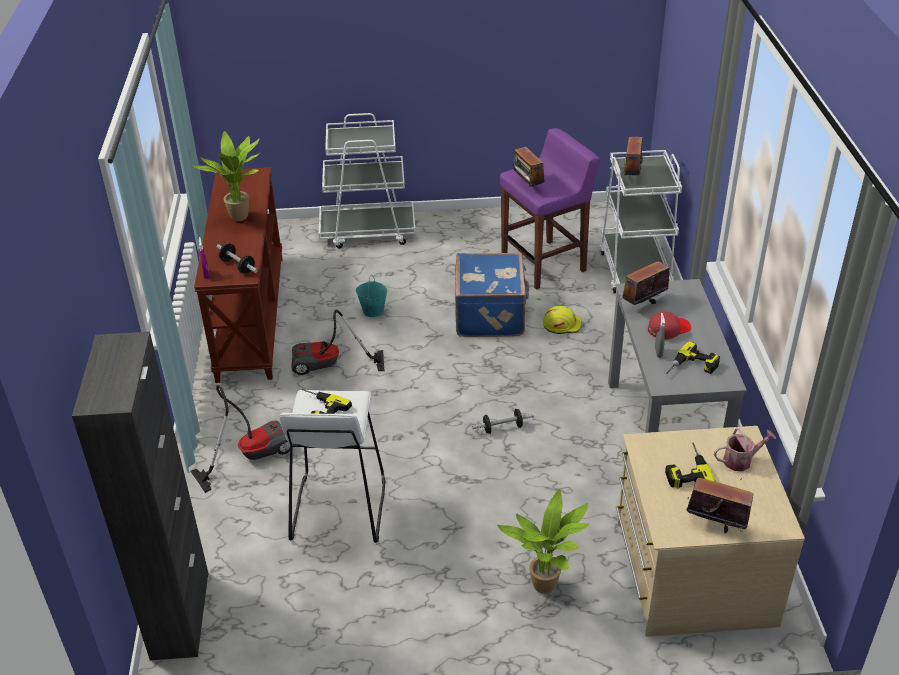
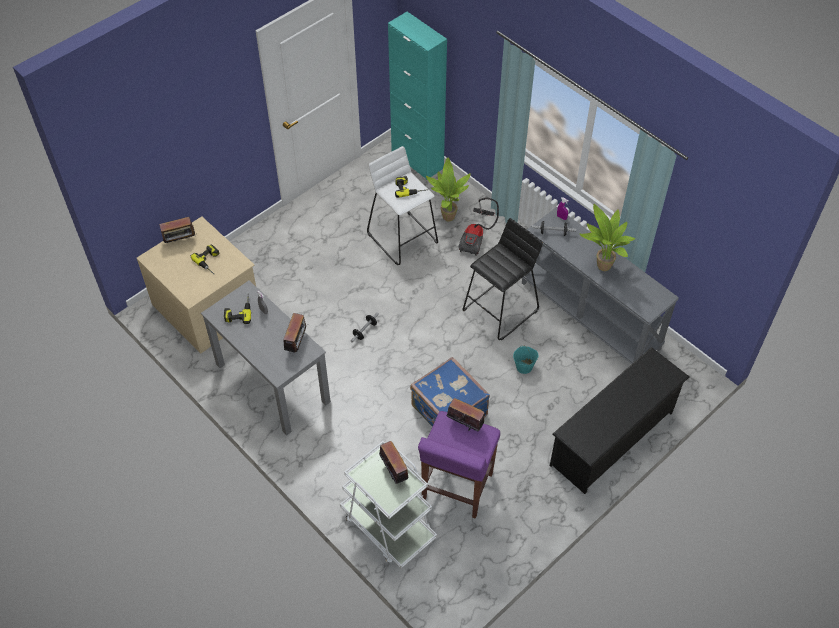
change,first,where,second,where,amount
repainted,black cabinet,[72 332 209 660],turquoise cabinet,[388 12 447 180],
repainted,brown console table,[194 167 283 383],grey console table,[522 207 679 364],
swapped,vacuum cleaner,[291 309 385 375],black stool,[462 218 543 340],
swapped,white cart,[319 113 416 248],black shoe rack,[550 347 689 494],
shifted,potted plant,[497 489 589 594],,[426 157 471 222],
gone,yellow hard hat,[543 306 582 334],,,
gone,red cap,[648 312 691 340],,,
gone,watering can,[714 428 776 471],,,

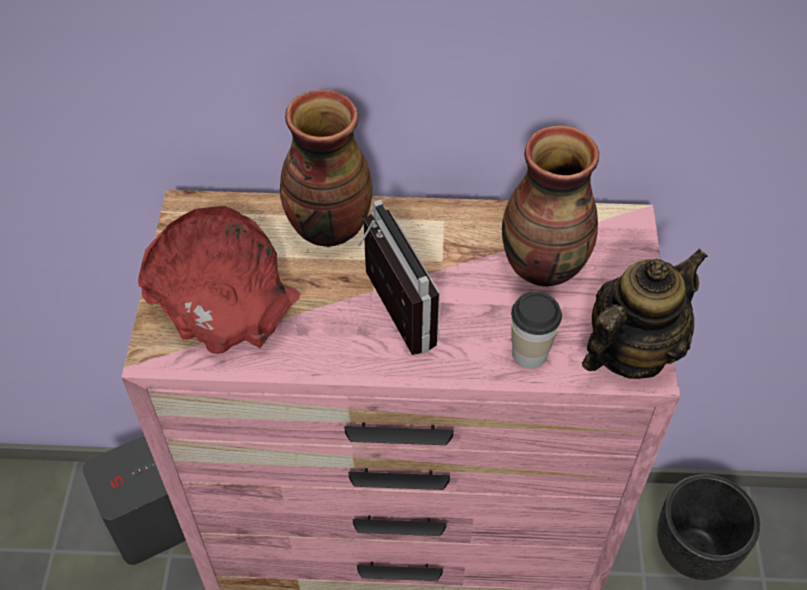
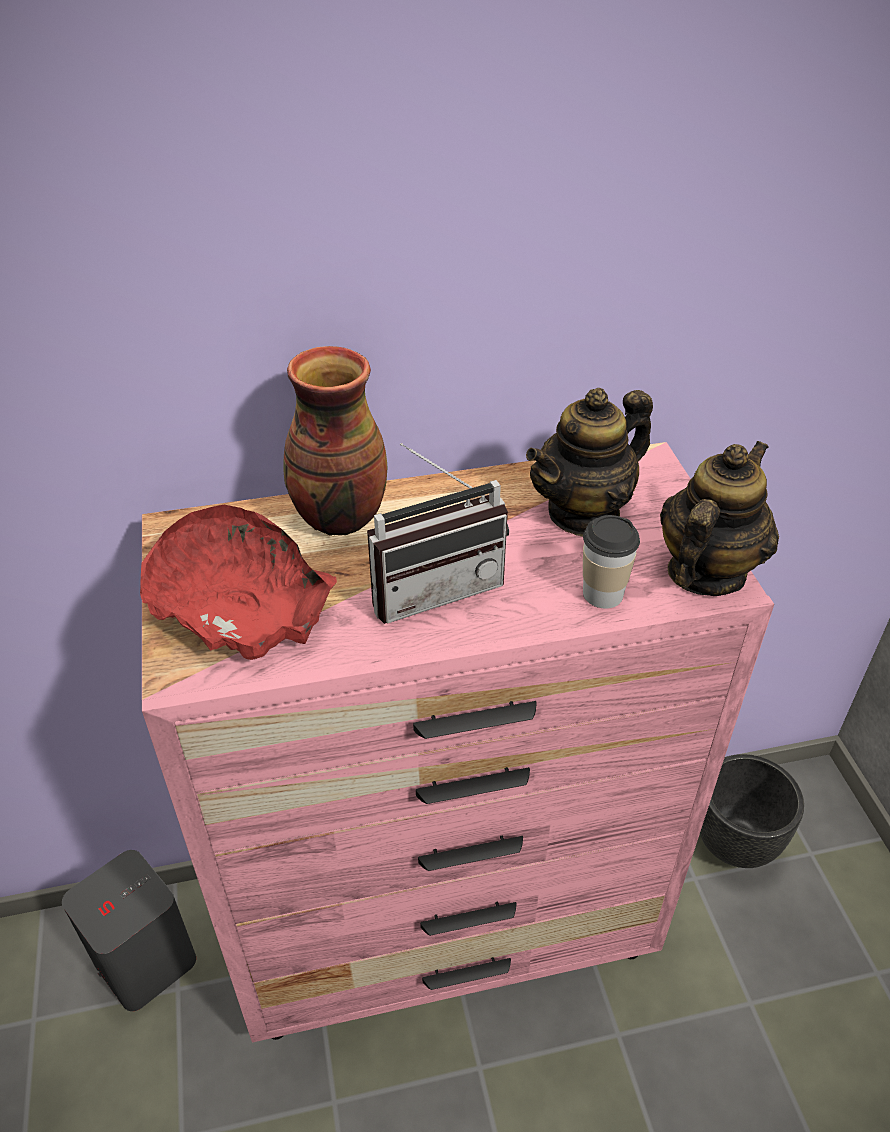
change,first,where,second,where,amount
rotated,radio,[358 200 440 355],,[367 443 509 624],105 degrees clockwise
swapped,vase,[502 125 599 287],teapot,[526 388 653 537],

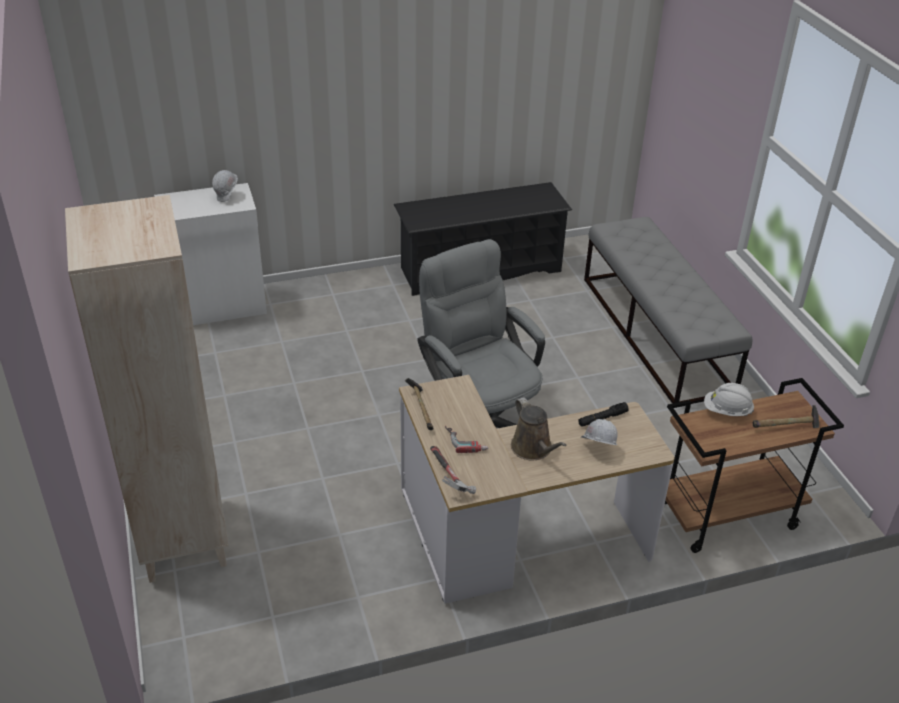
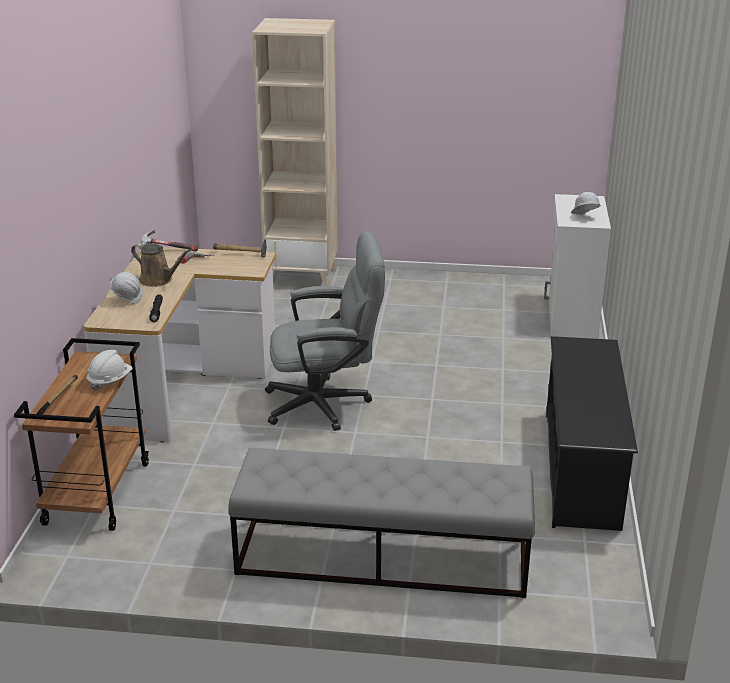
change,first,where,second,where,amount
rotated,brown watering can,[511 397 566 460],,[131 243 191 287],150 degrees counterclockwise

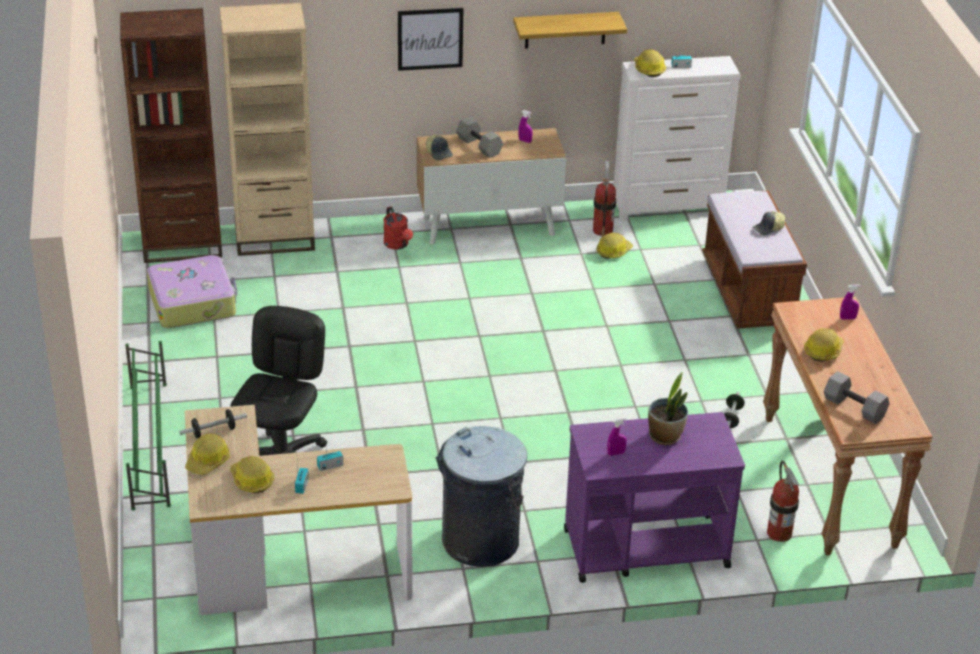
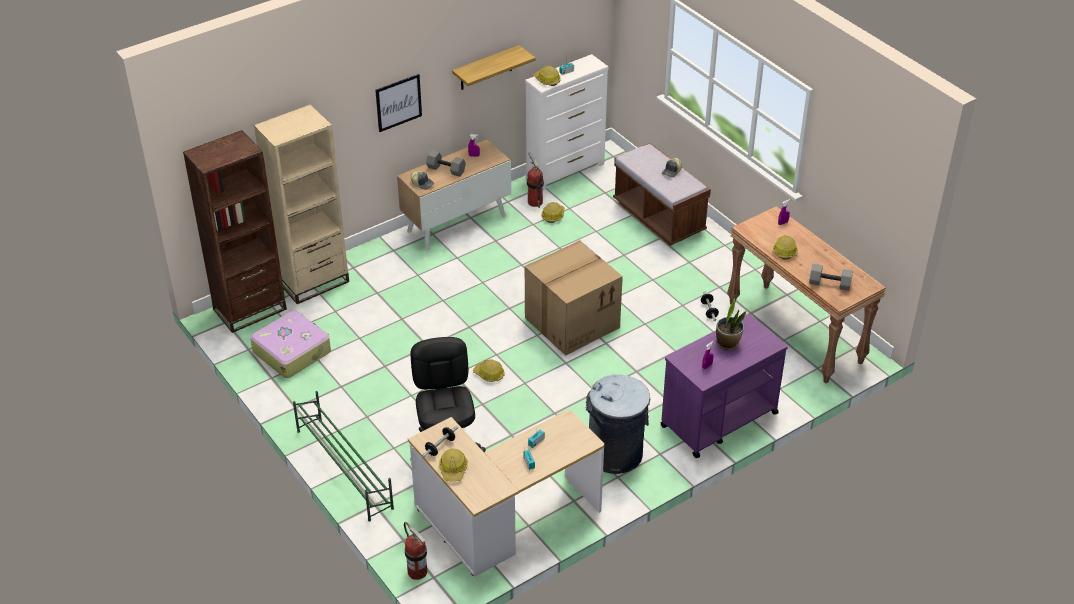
change,first,where,second,where,amount
shifted,hard hat,[230 456 274 493],,[473 359 505 382],
gone,red watering can,[383 206 413 249],,,
shifted,fire extinguisher,[767 460 799 542],,[404 522 427 580],
new,,,cardboard box,[525 240 623 356],

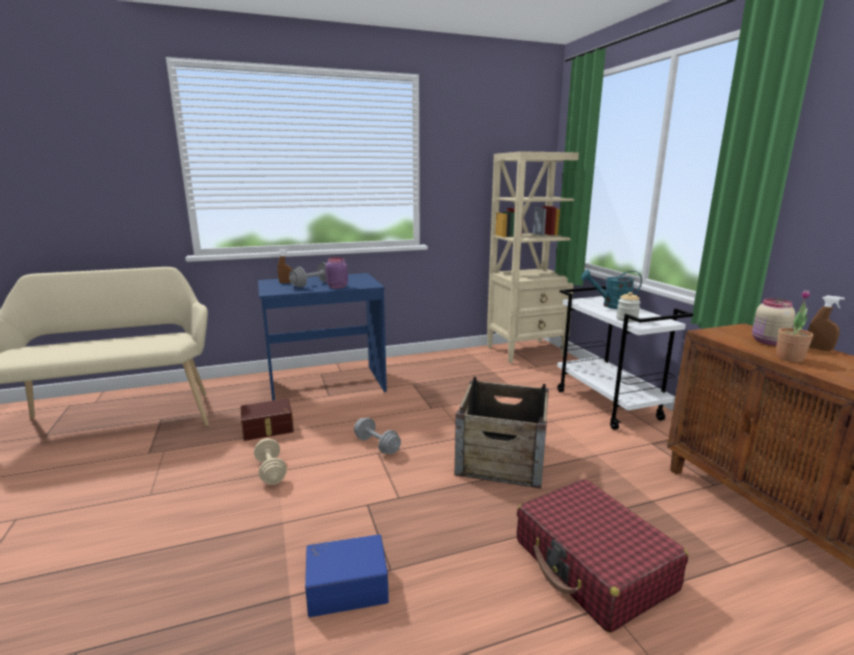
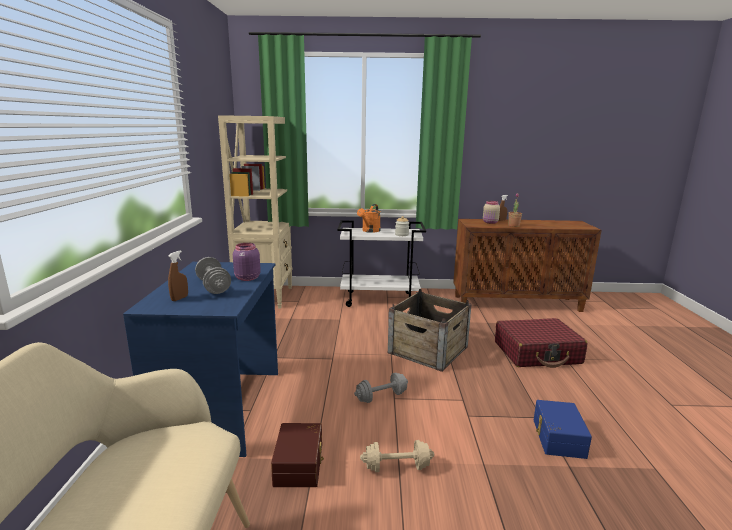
change,first,where,second,where,amount
repainted,turquoise watering can,[581 270 642 309],orange watering can,[357 204 381 233],

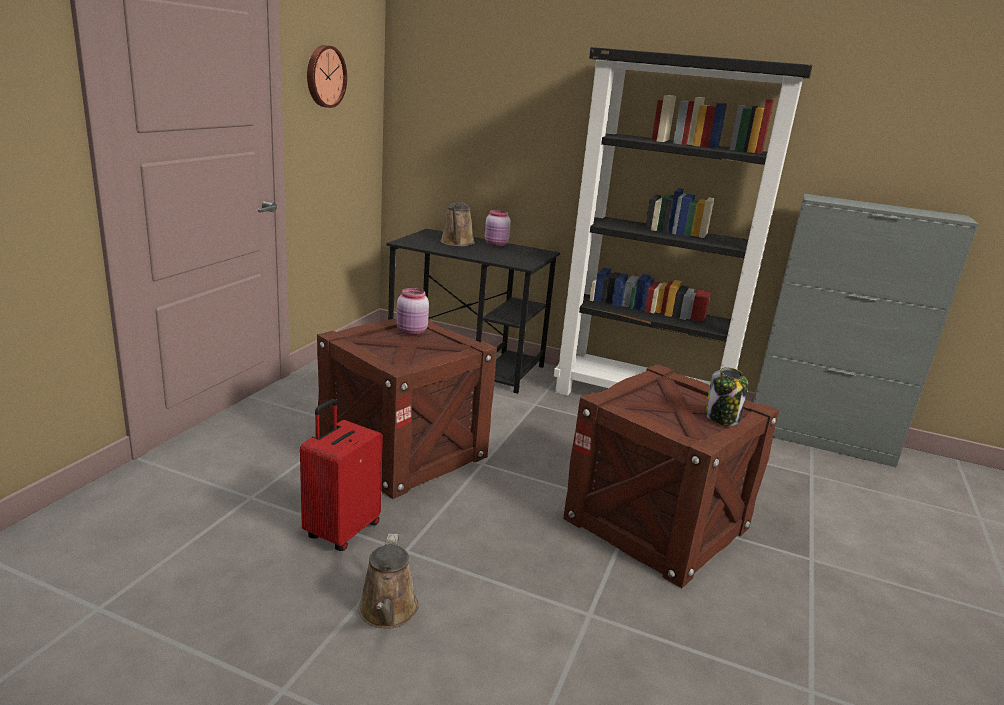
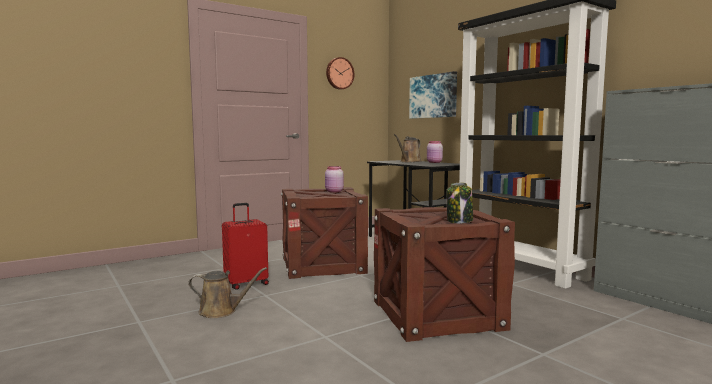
change,first,where,second,where,amount
rotated,brown watering can,[358 534 419 629],,[188 267 267 318],120 degrees counterclockwise
new,,,picture,[409 71 457 119],

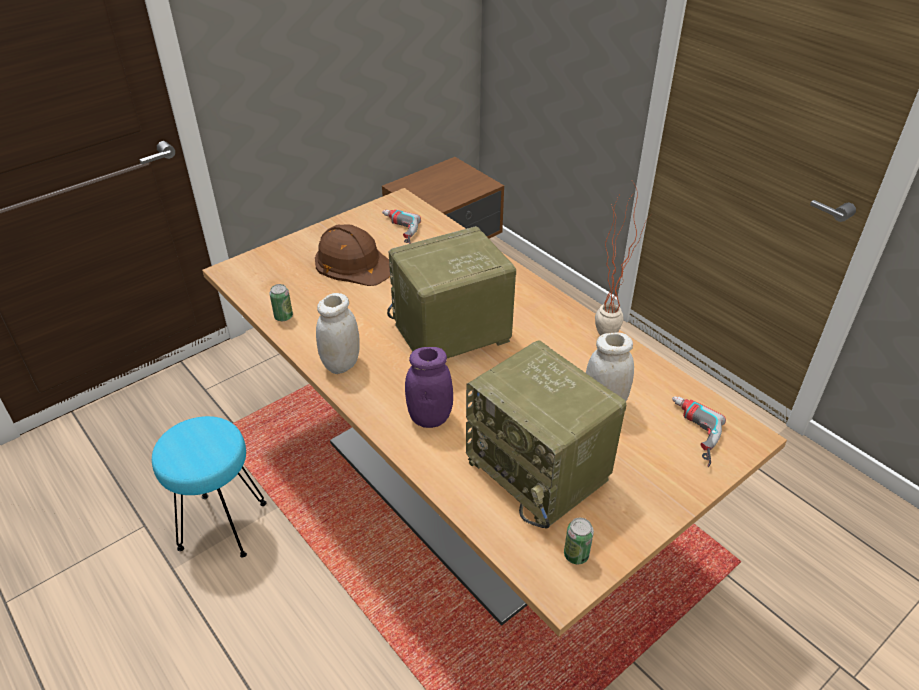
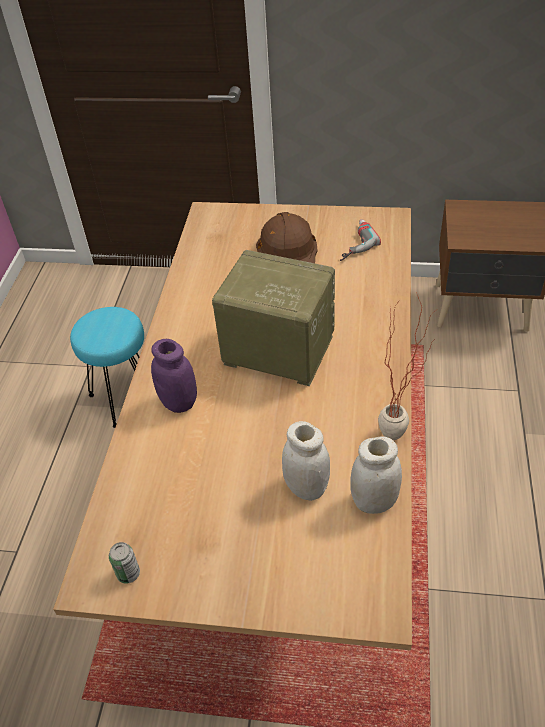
change,first,where,second,where,amount
gone,can,[269 284 293 321],,,
shifted,white jar,[316 293 360 374],,[350 437 402 514],
gone,radio,[466 341 627 529],,,
gone,power drill,[672 396 726 467],,,

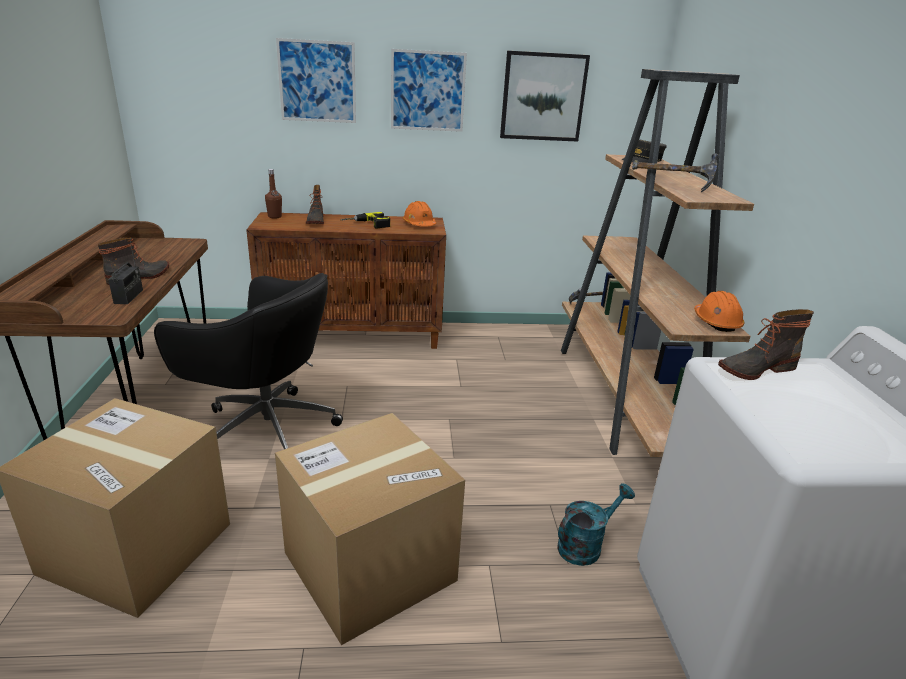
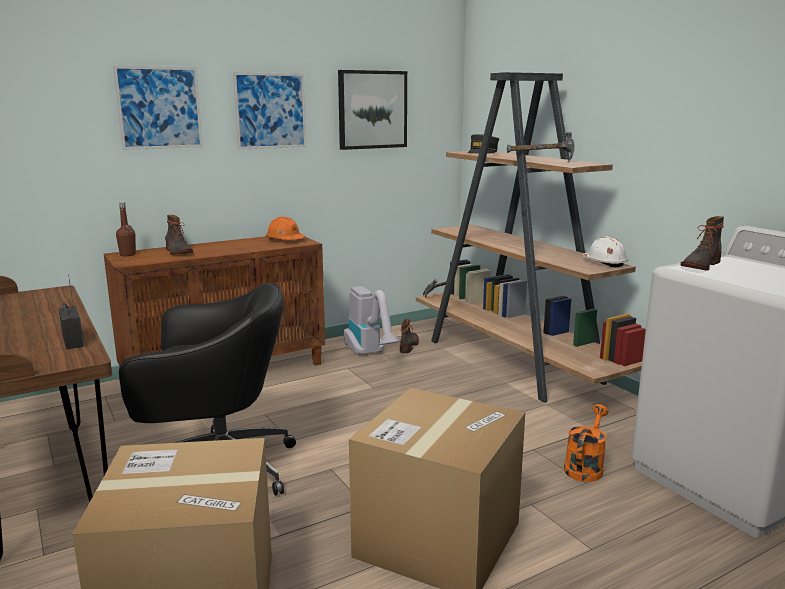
change,first,where,second,where,amount
shifted,boot,[98 237 169 285],,[400 319 419 353],
gone,power drill,[341 212 390 229],,,
repainted,turquoise watering can,[557 483 635 566],orange watering can,[564 404 609 482],
repainted,orange hard hat,[694 291 745 332],white hard hat,[583 237 628 267],
new,,,vacuum cleaner,[344 286 400 355],

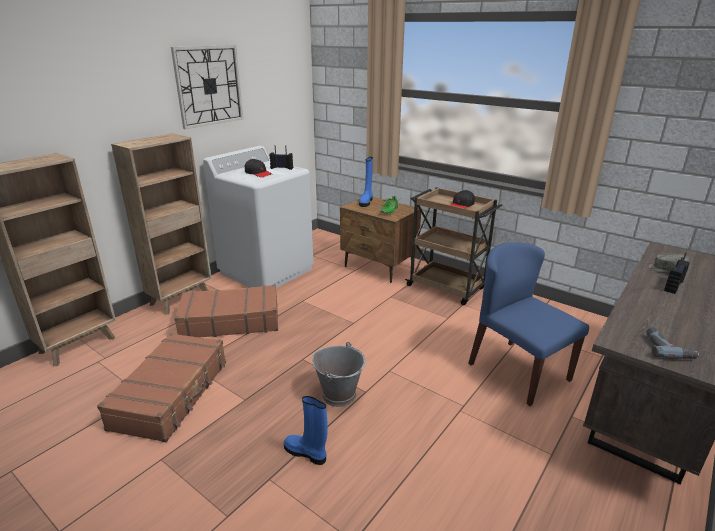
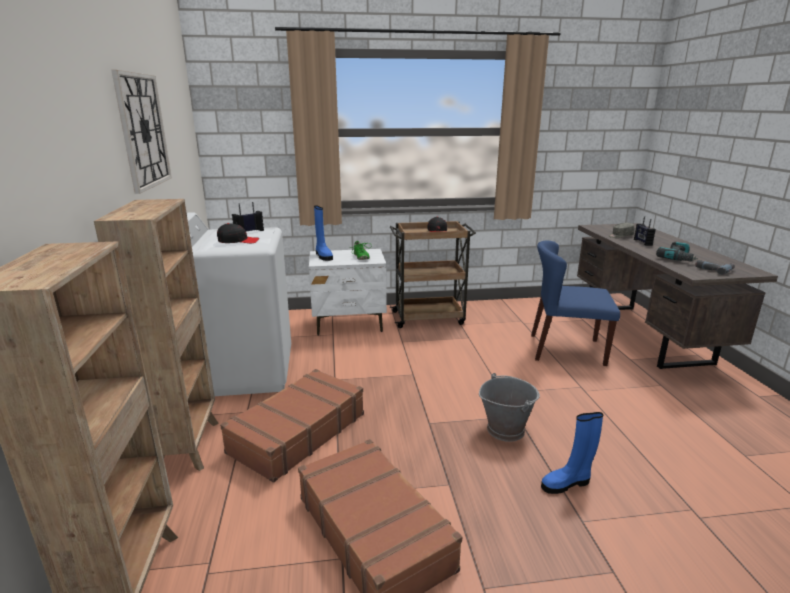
change,first,where,second,where,amount
repainted,brown nightstand,[340 197 421 283],white nightstand,[309 249 387 336],
new,,,power drill,[656 241 698 261],

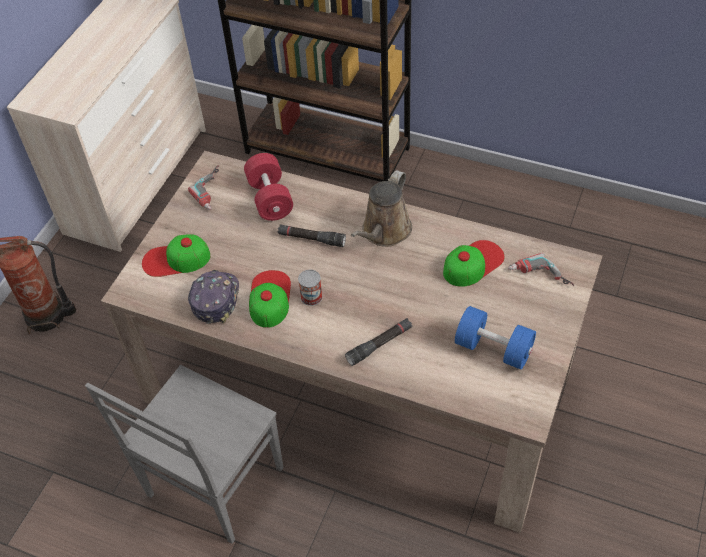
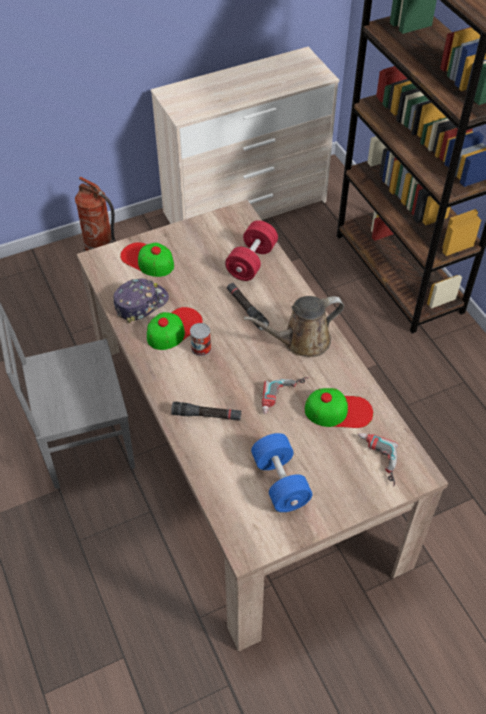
change,first,where,second,where,amount
shifted,power drill,[188 165 219 210],,[262 377 309 414],

